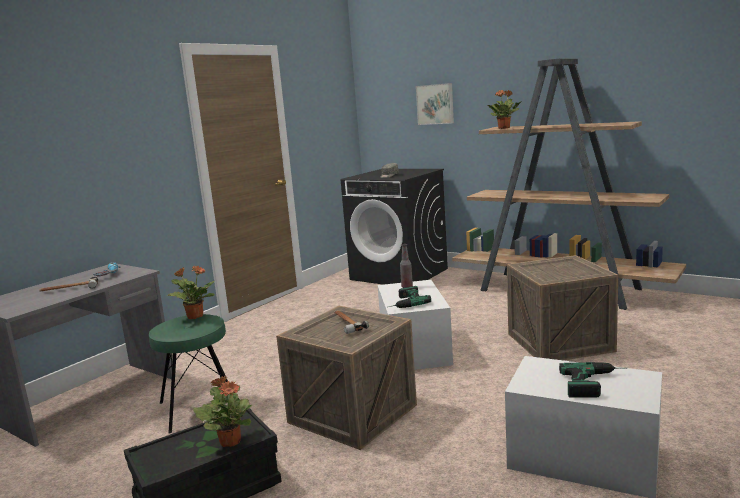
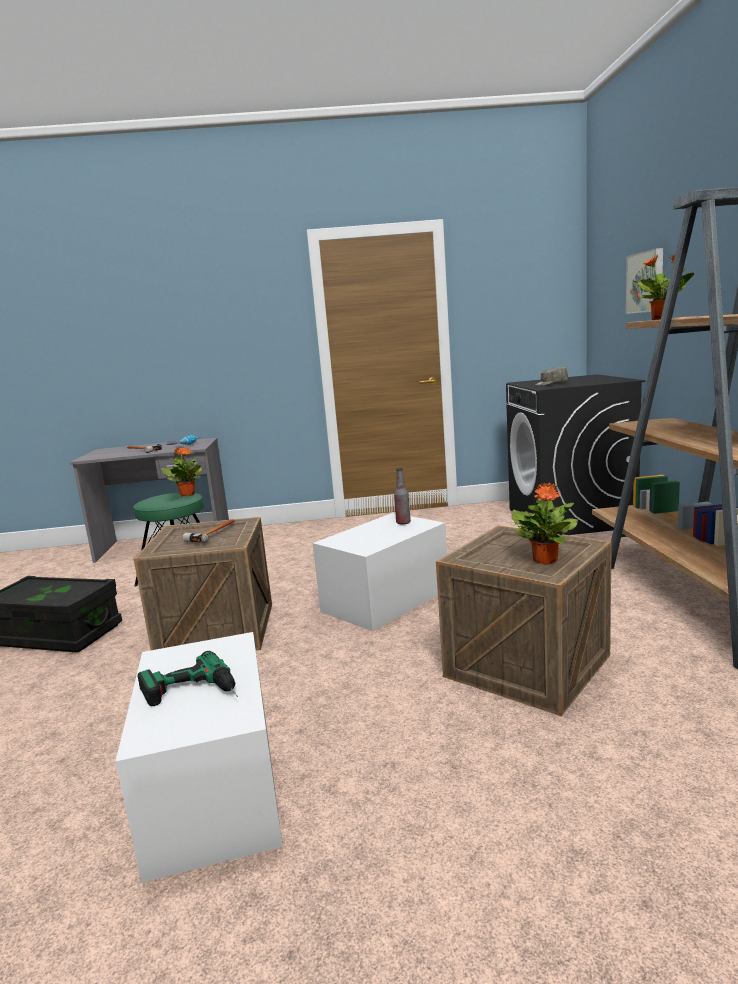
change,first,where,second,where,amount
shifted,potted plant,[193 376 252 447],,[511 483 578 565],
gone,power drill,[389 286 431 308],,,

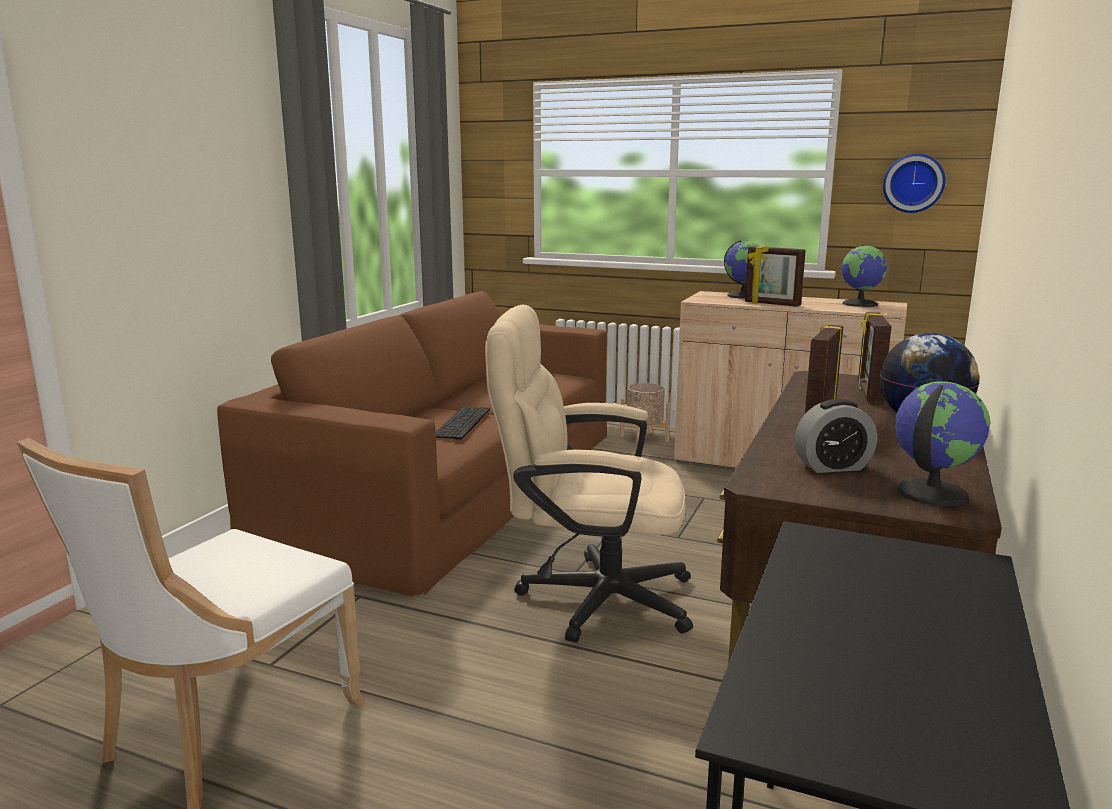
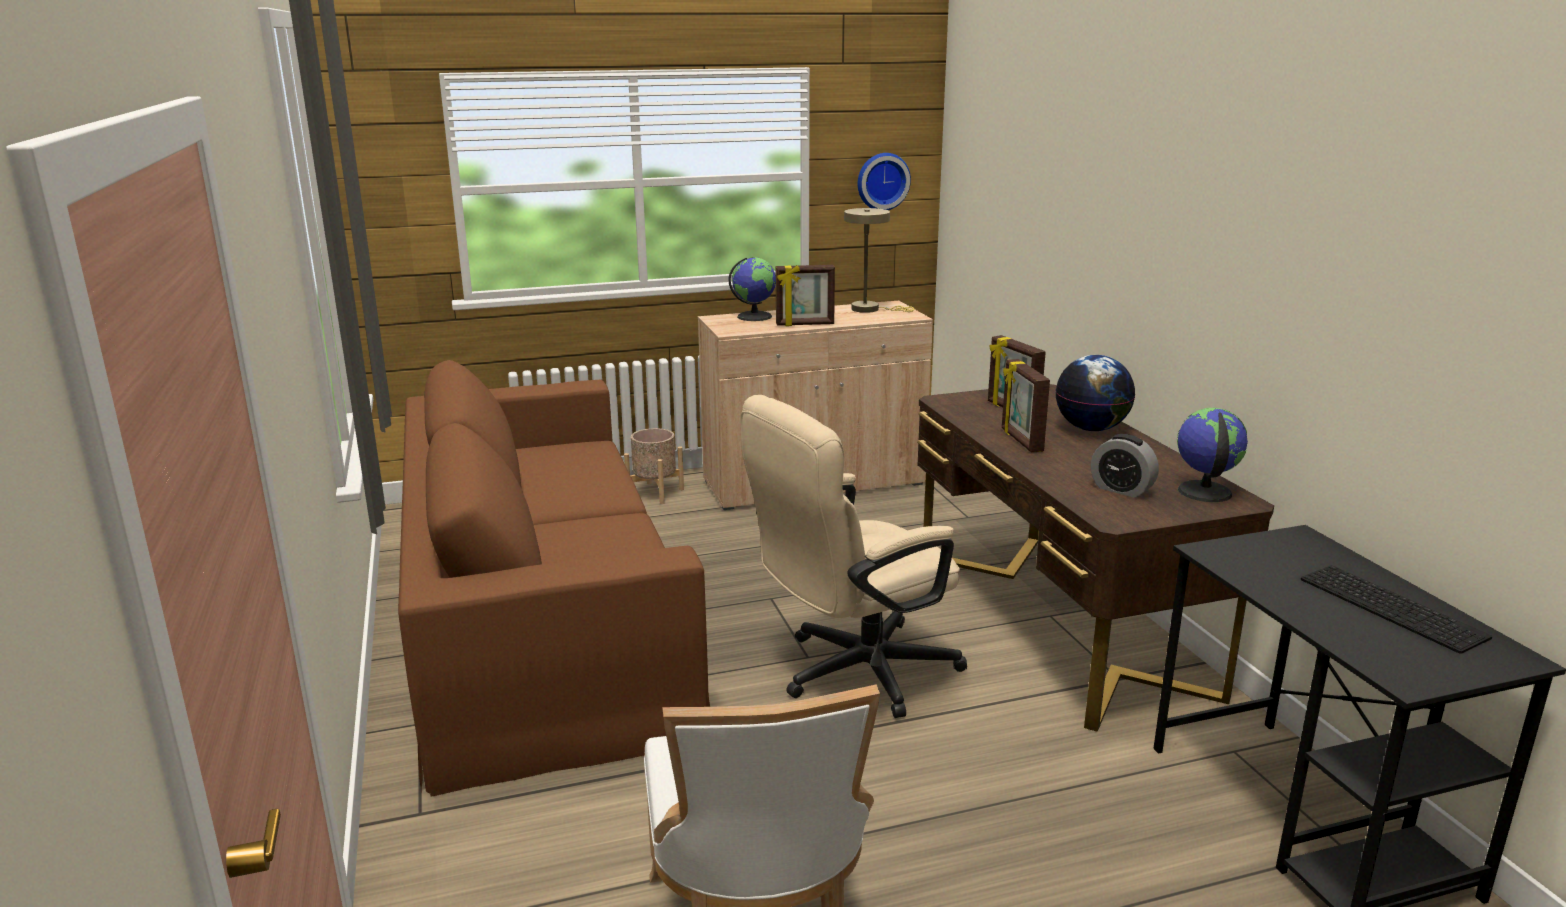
change,first,where,second,where,amount
shifted,keyboard,[436 407 490 440],,[1301 565 1492 654],
rotated,alarm clock,[795 399 877 473],,[1091 434 1159 498],90 degrees clockwise
swapped,globe,[841 245 887 307],beige table lamp,[844 208 914 313],

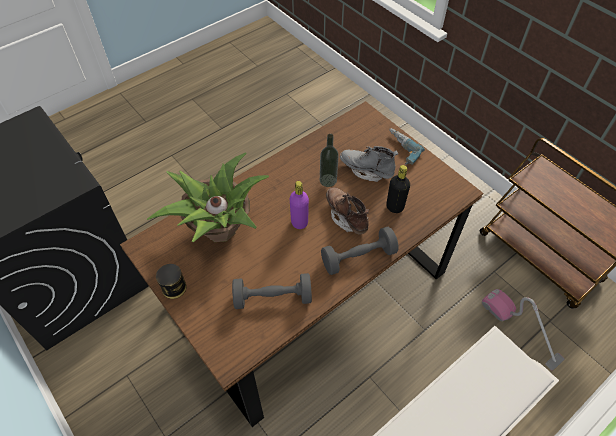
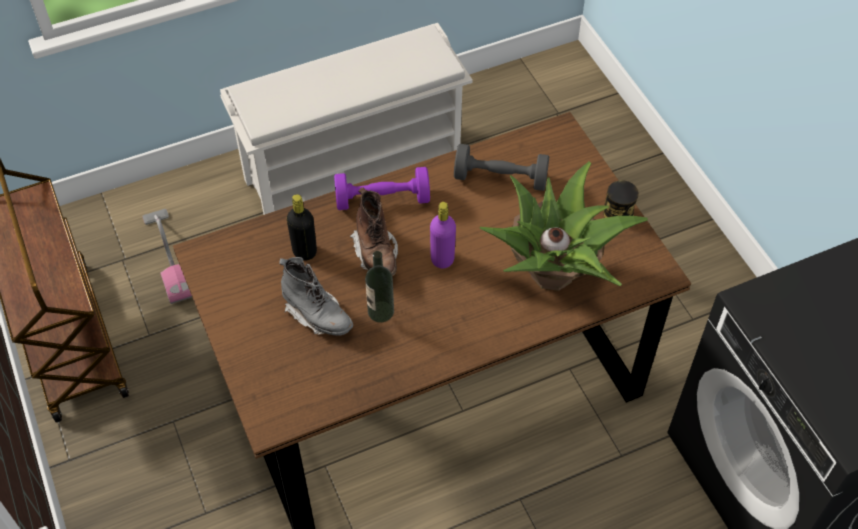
change,first,where,second,where,amount
repainted,grey dumbbell,[321 227 399 275],purple dumbbell,[334 167 430 210],
gone,power drill,[389 128 425 165],,,

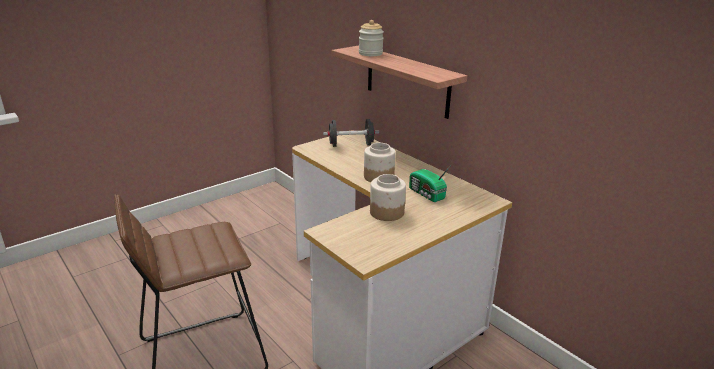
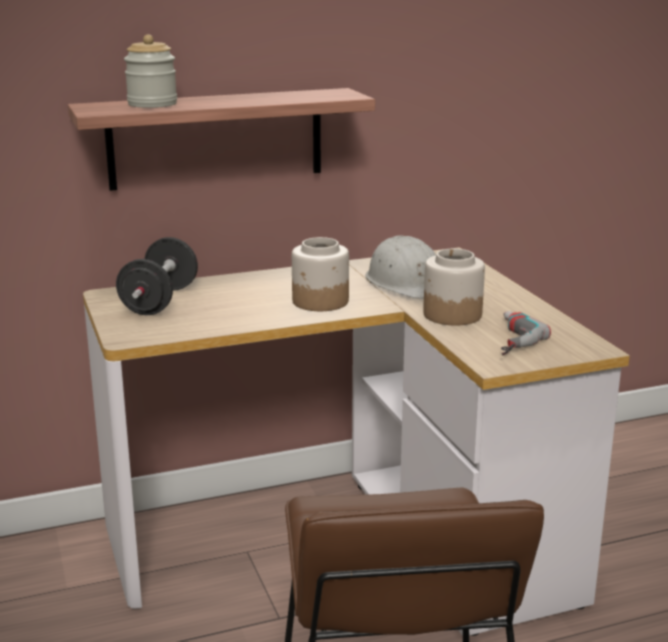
change,first,where,second,where,amount
swapped,radio,[409 164 452 202],white hard hat,[366 235 436 299],
new,,,power drill,[501 311 551 356],

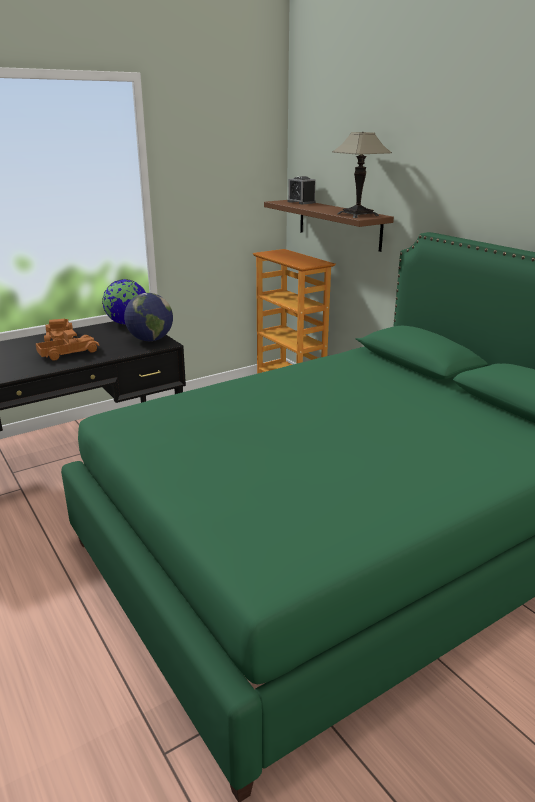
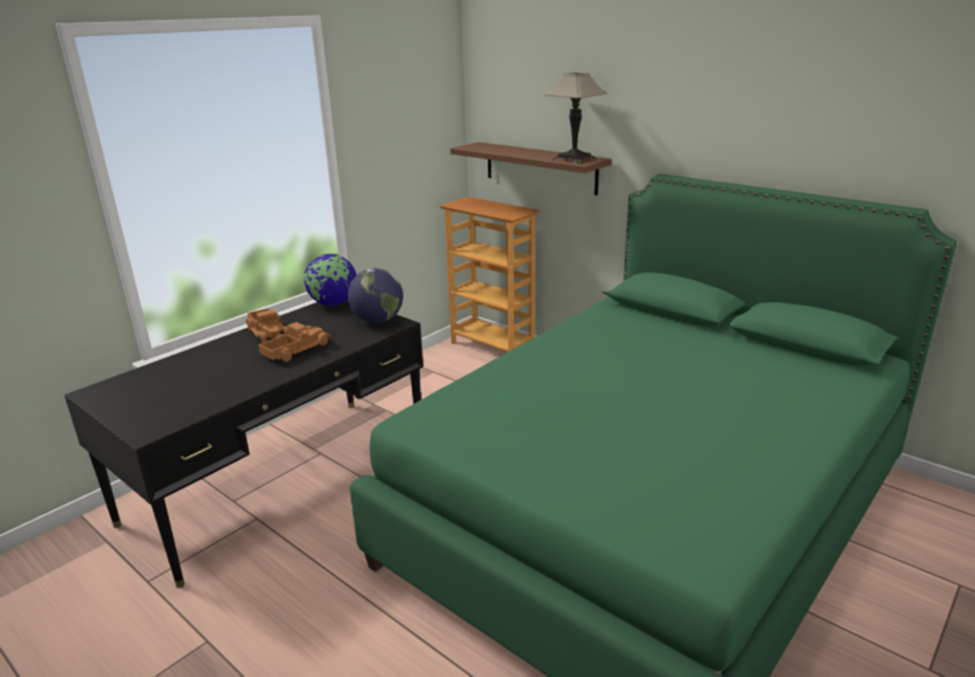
change,first,where,second,where,amount
gone,alarm clock,[288 176 316 204],,,

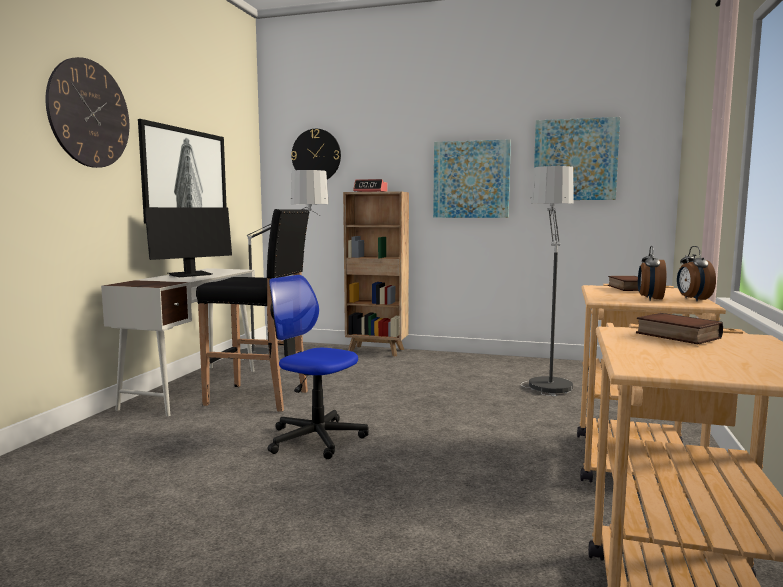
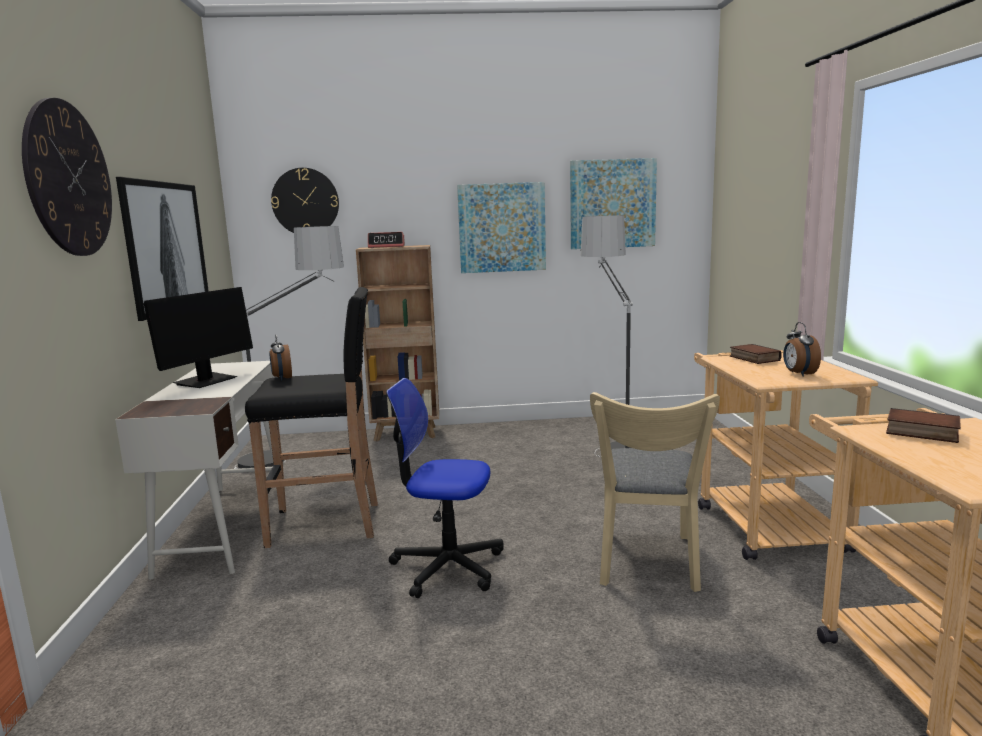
change,first,where,second,where,amount
shifted,alarm clock,[677 246 716 301],,[269 334 292 381],
new,,,beige chair,[590 392 720 592],

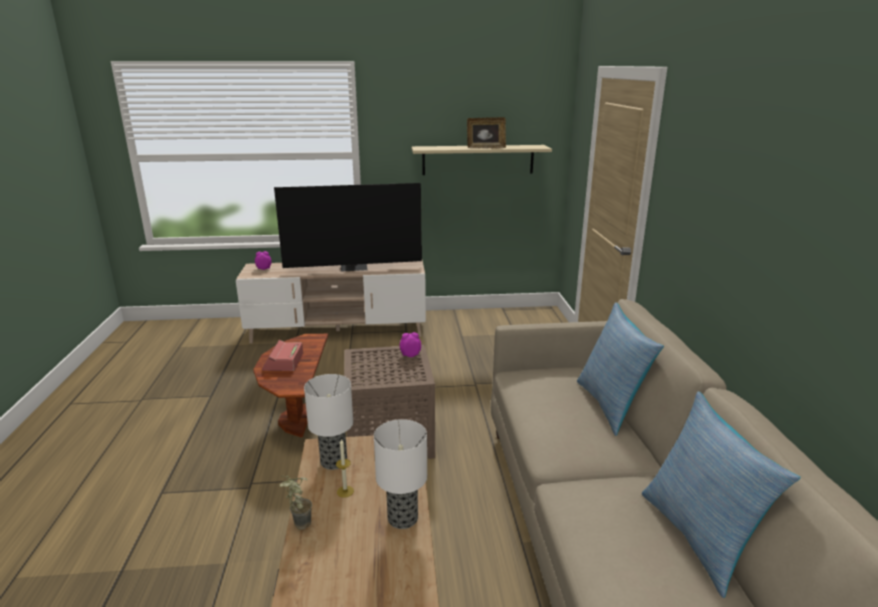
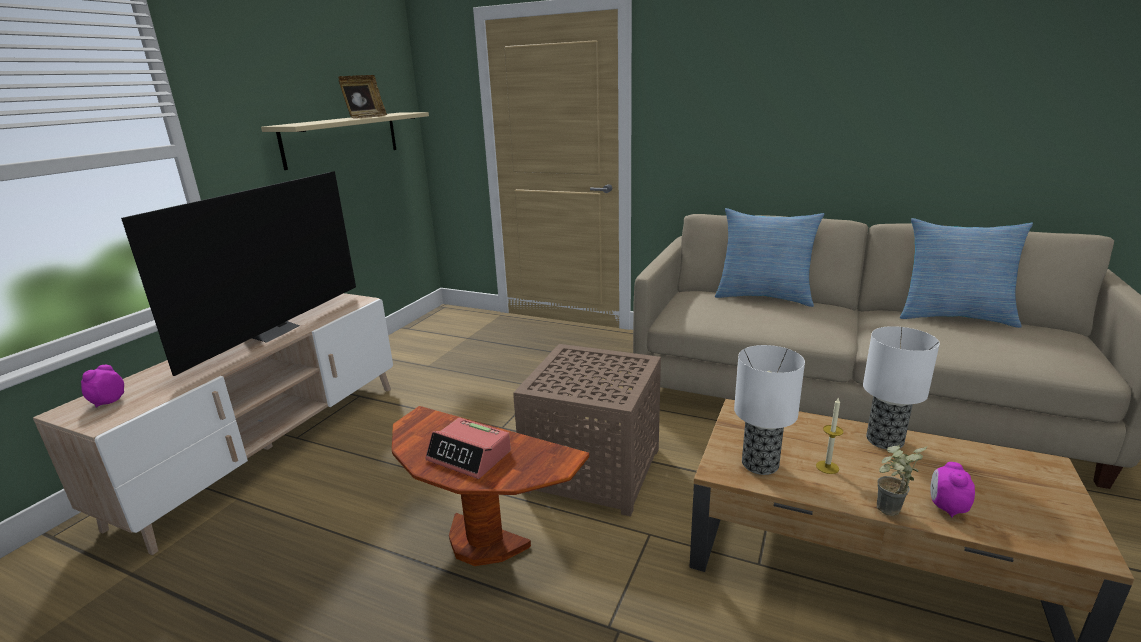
change,first,where,second,where,amount
shifted,alarm clock,[399 332 421 357],,[930 462 975 518],

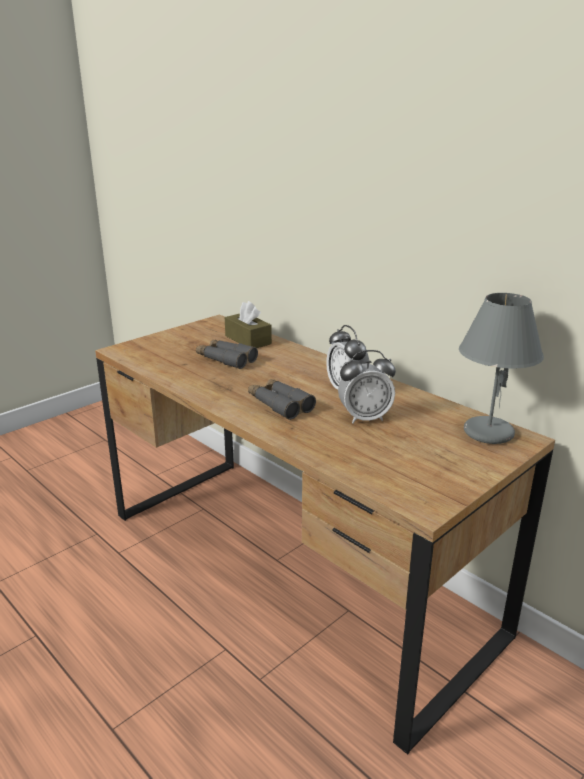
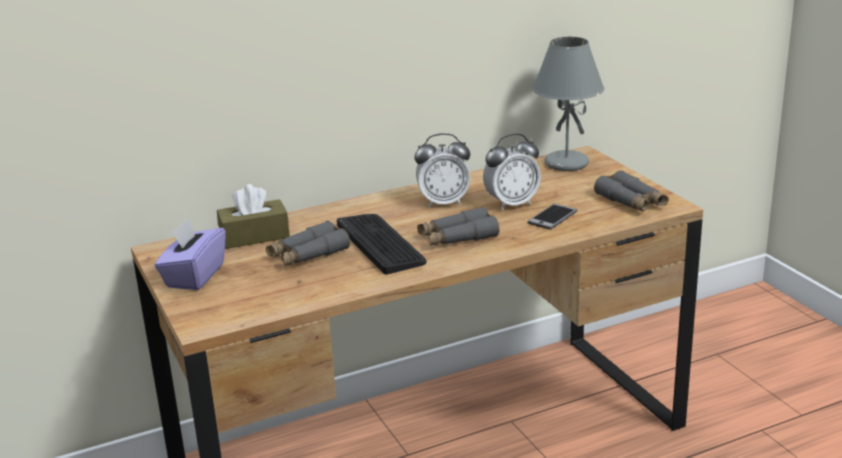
change,first,where,second,where,amount
rotated,alarm clock,[338 350 396 424],,[483 134 541 210],60 degrees clockwise
new,,,purple tissue box,[155 218 226 290],
new,,,keyboard,[337 214 427 275],
new,,,phone,[527 203 577 230],
new,,,grey binoculars,[594 170 669 212],

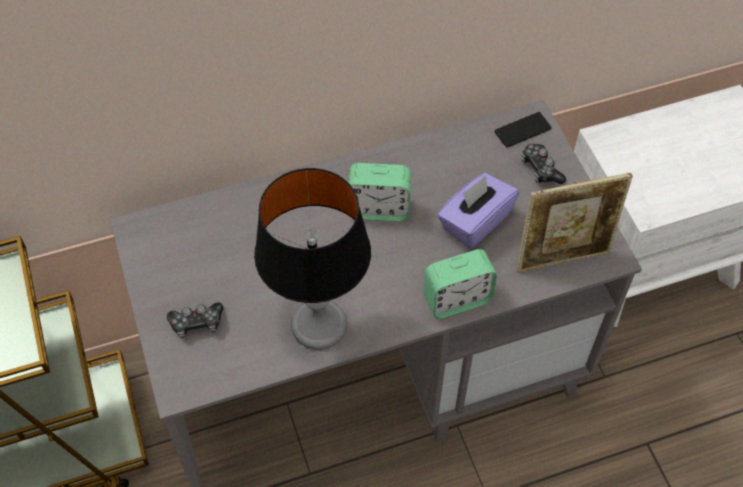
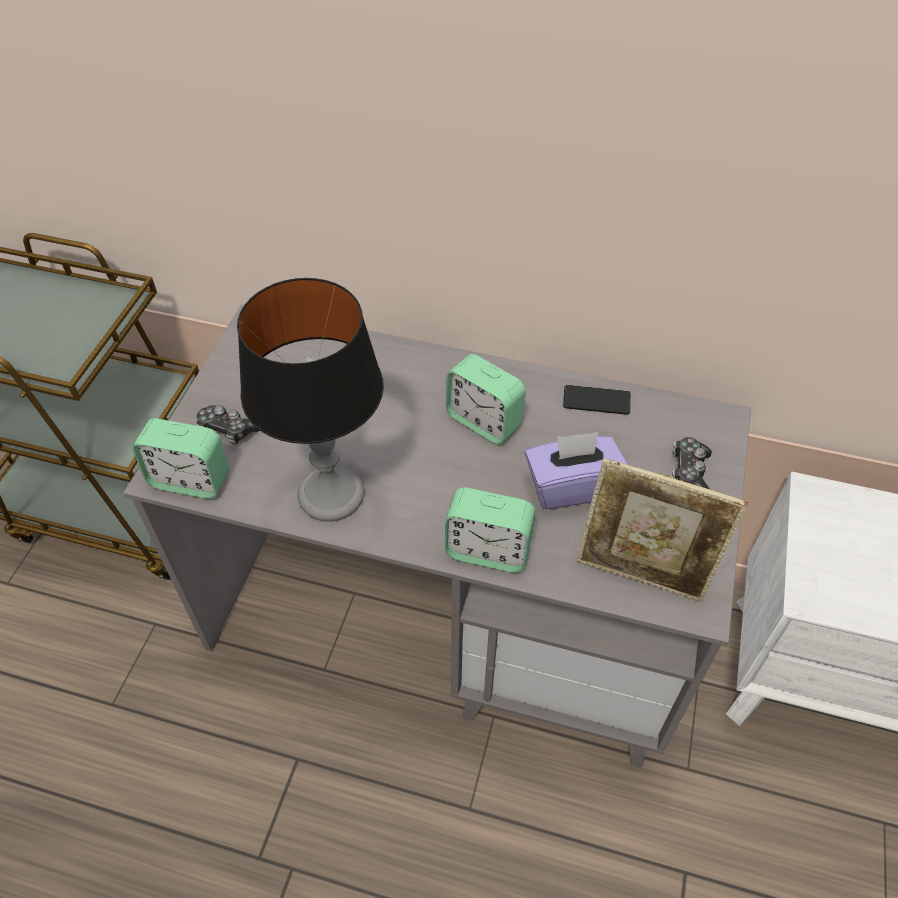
change,first,where,second,where,amount
shifted,phone,[494 112 552 147],,[563 385 630 415],
new,,,alarm clock,[132 418 229 499],

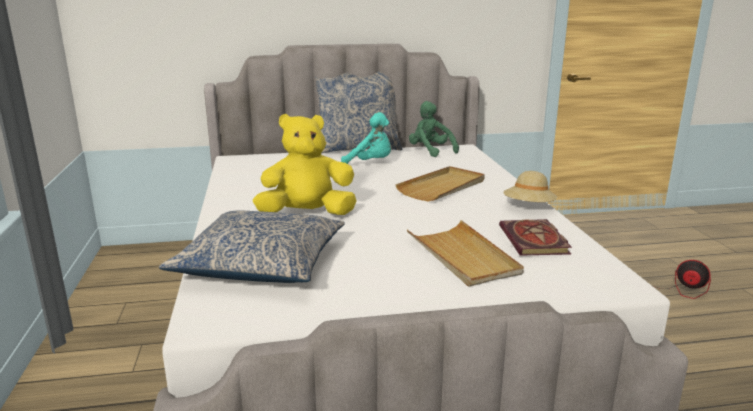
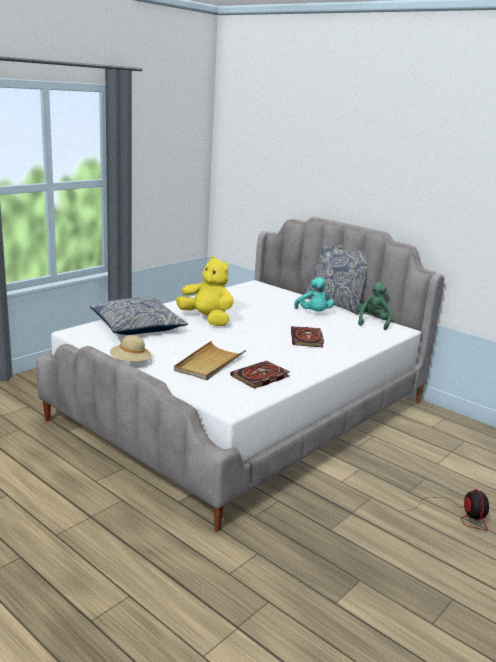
change,first,where,second,where,amount
swapped,beige tray,[396 166 485 201],book,[291 326 324 347],
shifted,beige hat,[504 171 557 202],,[110 335 151 361],

